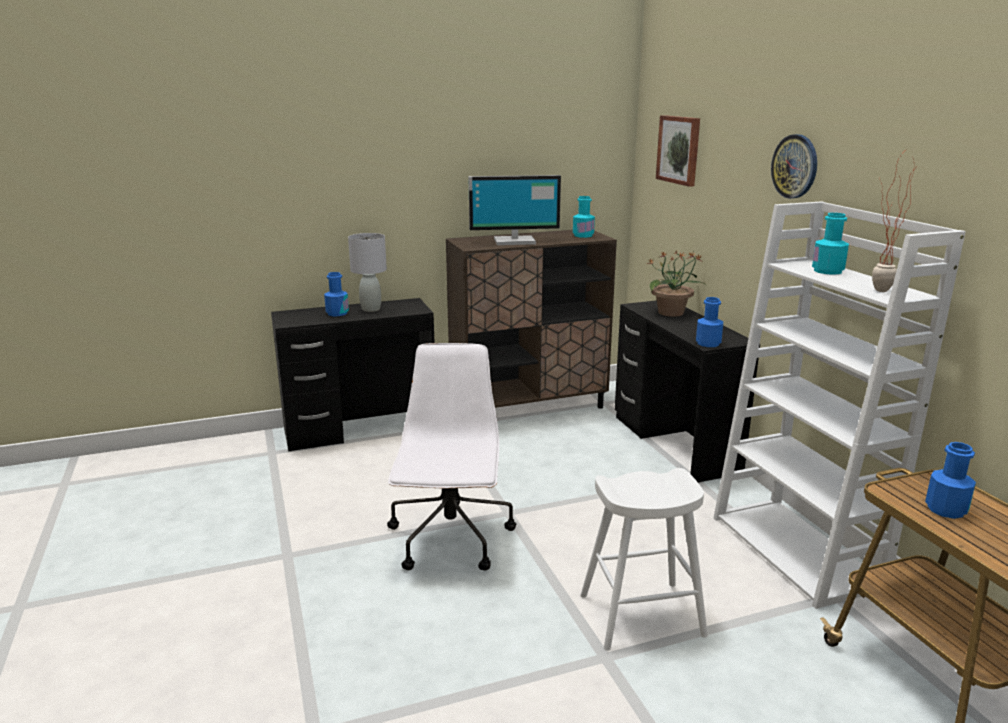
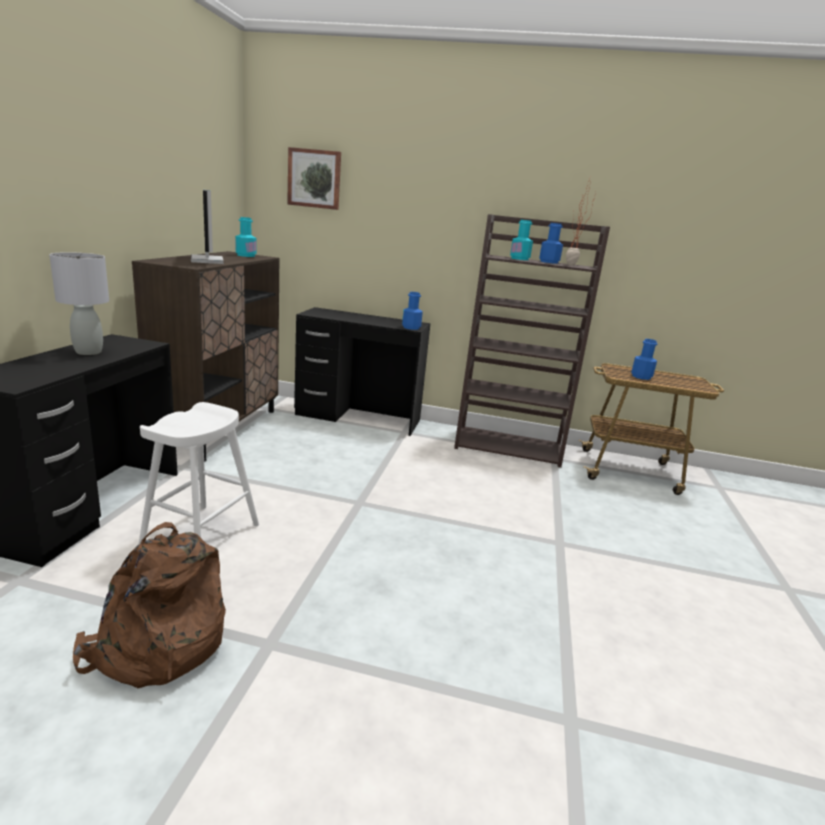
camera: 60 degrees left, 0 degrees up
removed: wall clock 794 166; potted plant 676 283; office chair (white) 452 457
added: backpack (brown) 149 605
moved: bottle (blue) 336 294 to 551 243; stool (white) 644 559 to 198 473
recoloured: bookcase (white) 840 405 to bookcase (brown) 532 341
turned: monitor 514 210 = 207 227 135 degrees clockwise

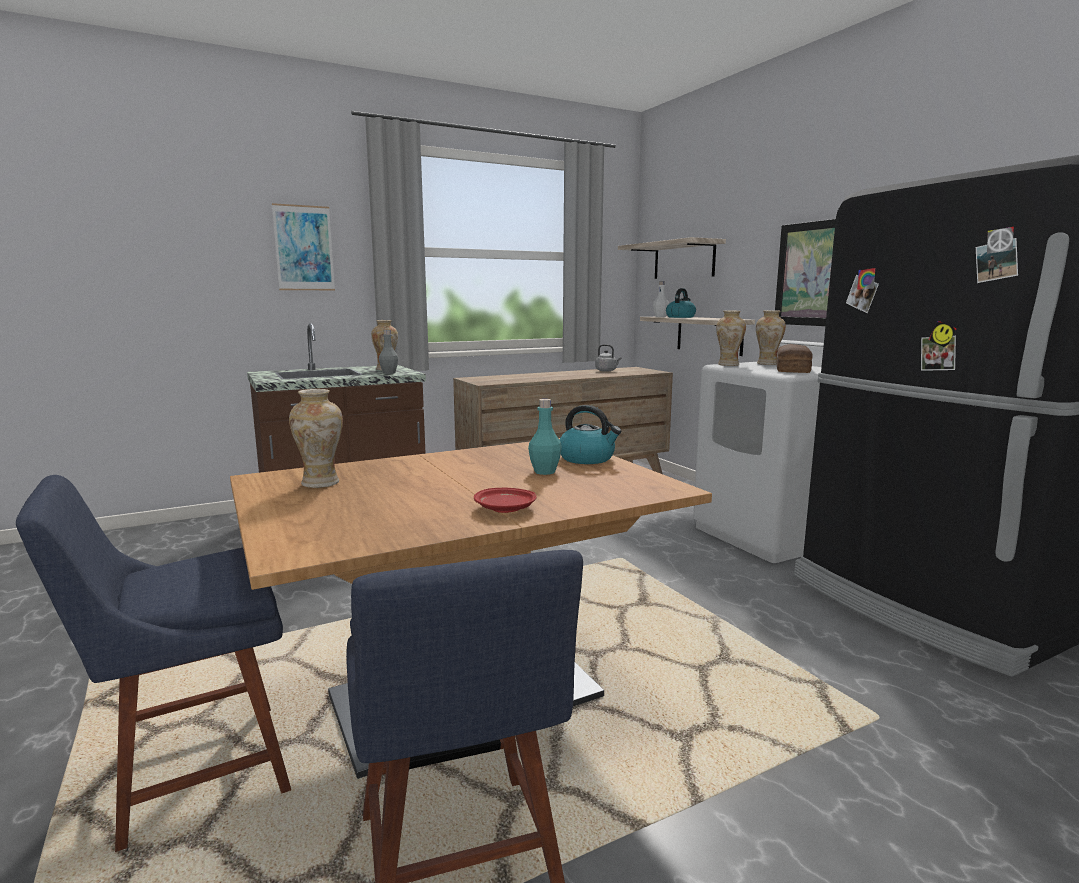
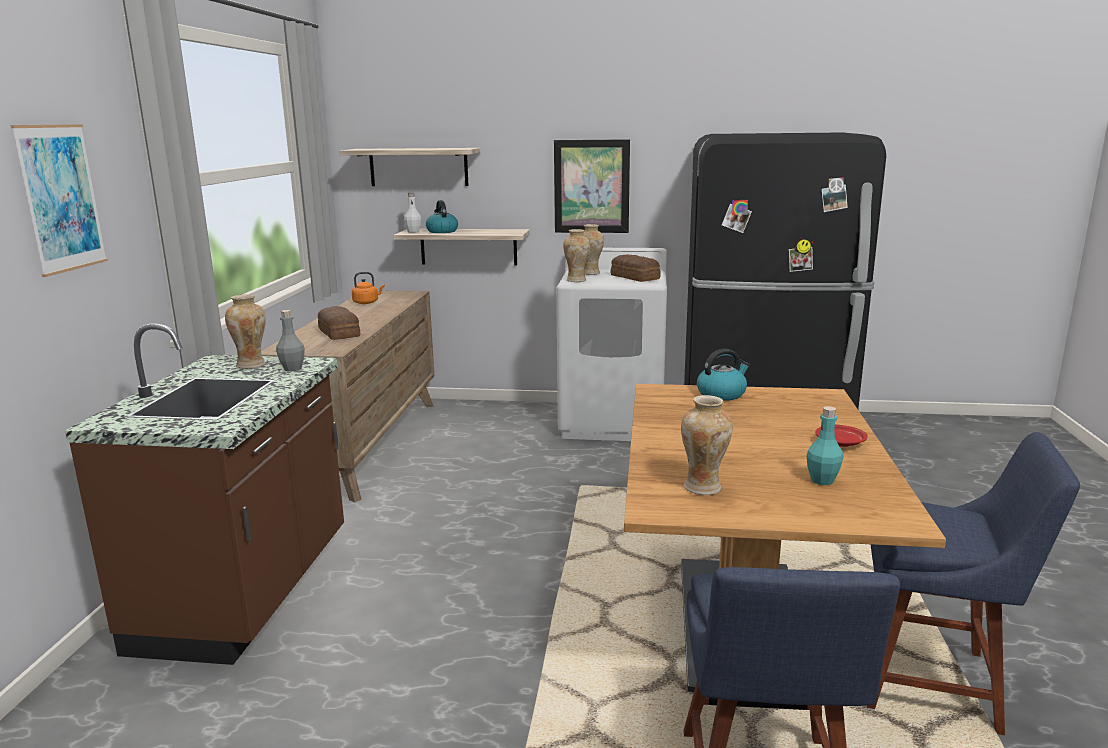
camera: 55 degrees left, 5 degrees up
added: bread 339 323
moved: bottle (turquoise) 545 437 to 824 445
recoloured: kettle (grey) 608 358 to kettle (orange) 368 288

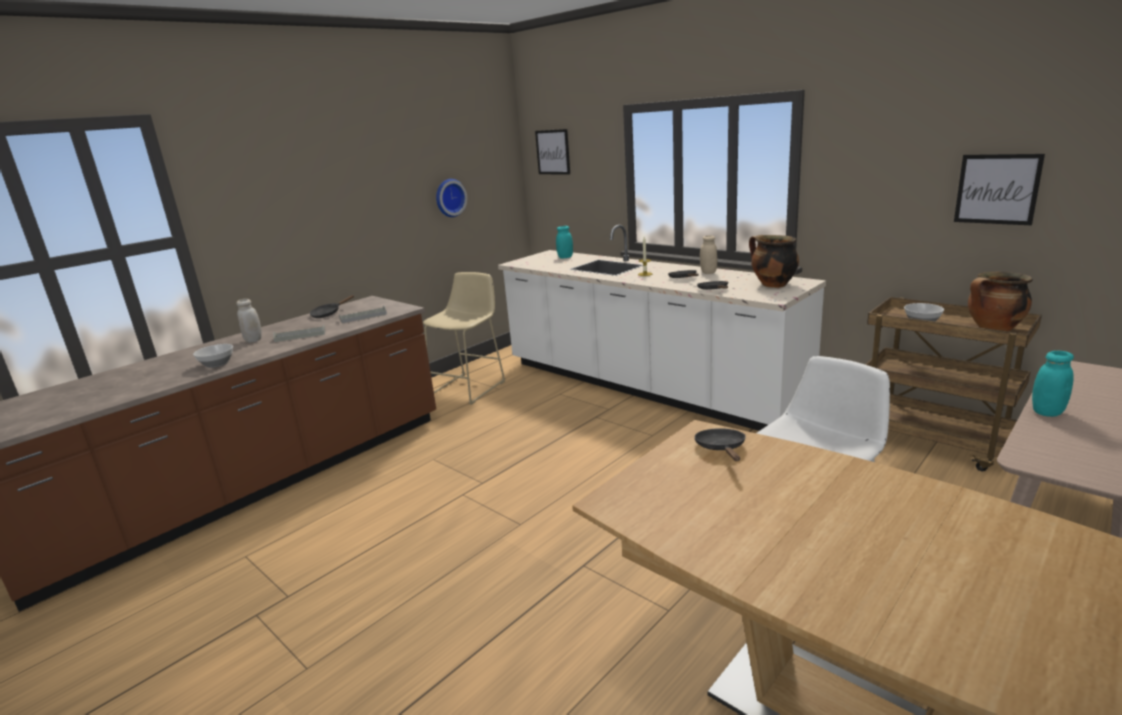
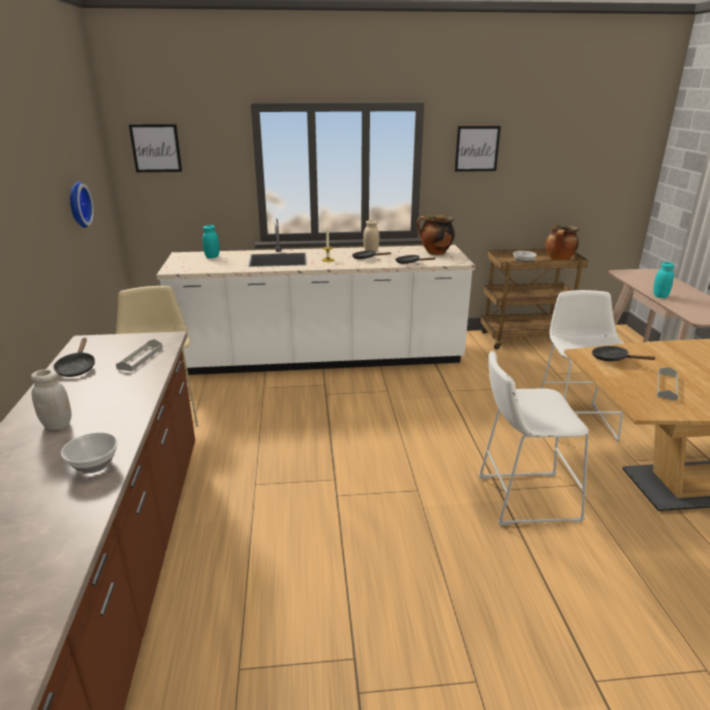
camera: 50 degrees left, 5 degrees up
added: stool (white) 534 438
moved: picture 999 189 to 478 149; tray (grey) 299 333 to 667 384

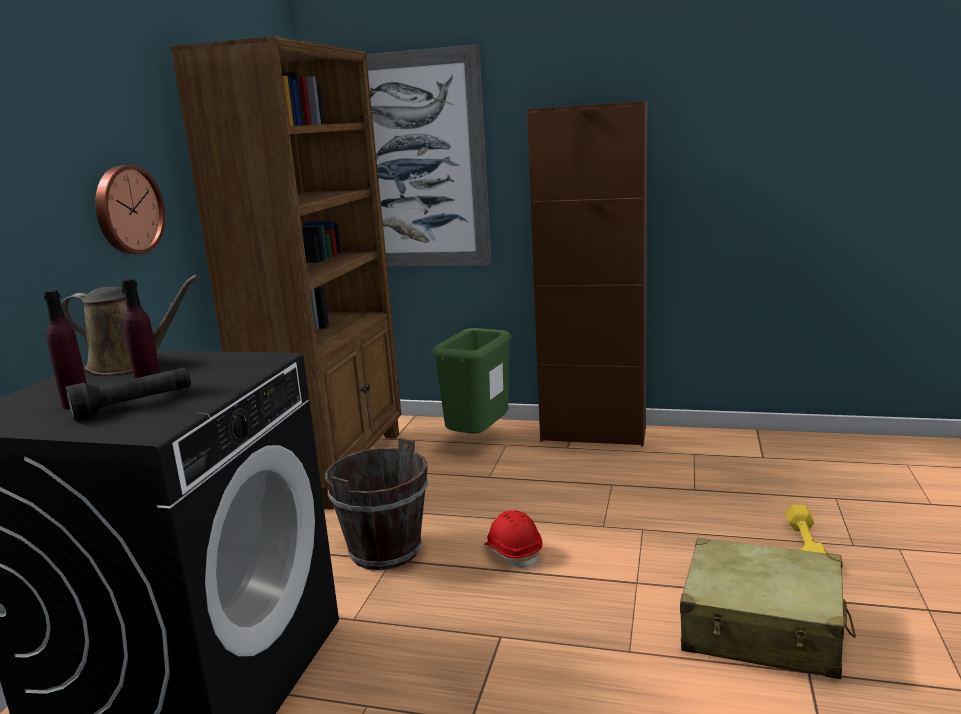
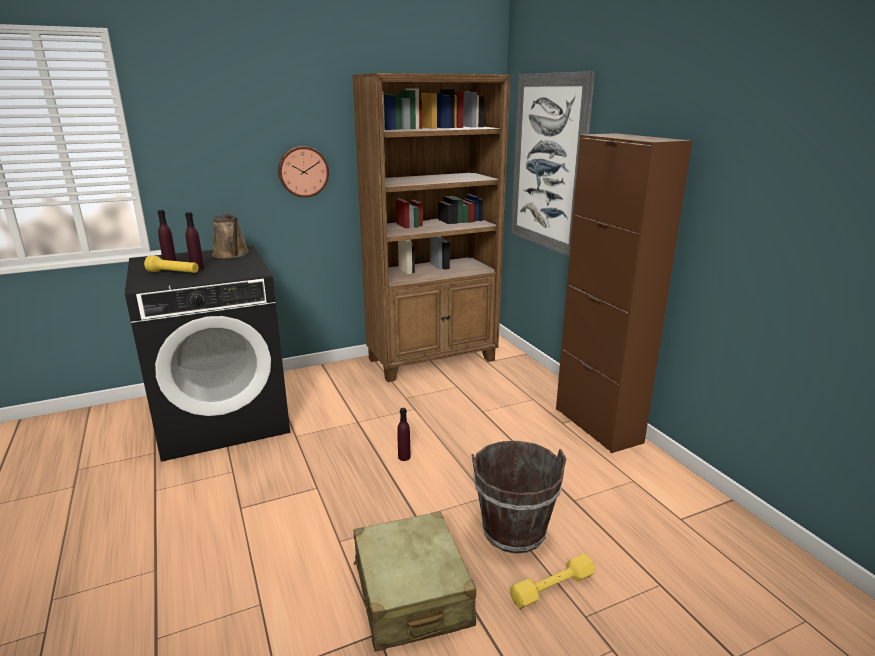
camera: 50 degrees right, 5 degrees up
removed: trash can (green) 472 381
moved: bucket (brown) 376 504 to 519 497
replaced: hard hat (red) 513 539 to bottle (purple) 404 434
recoloured: flashlight (black) 128 393 to flashlight (yellow) 171 264

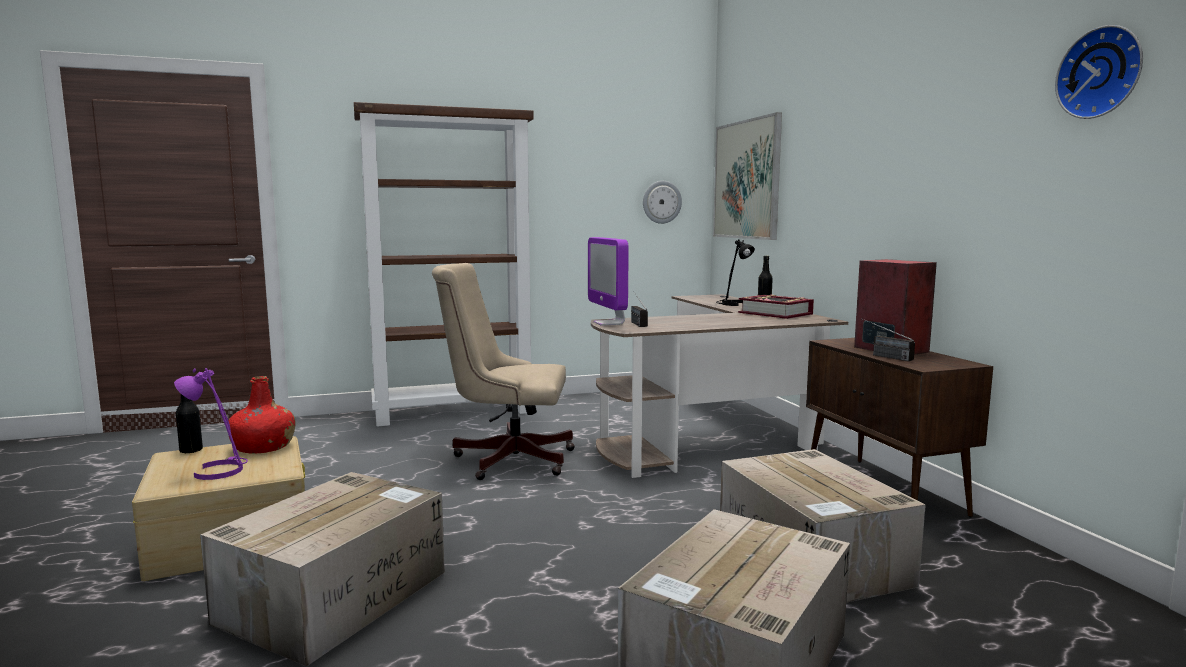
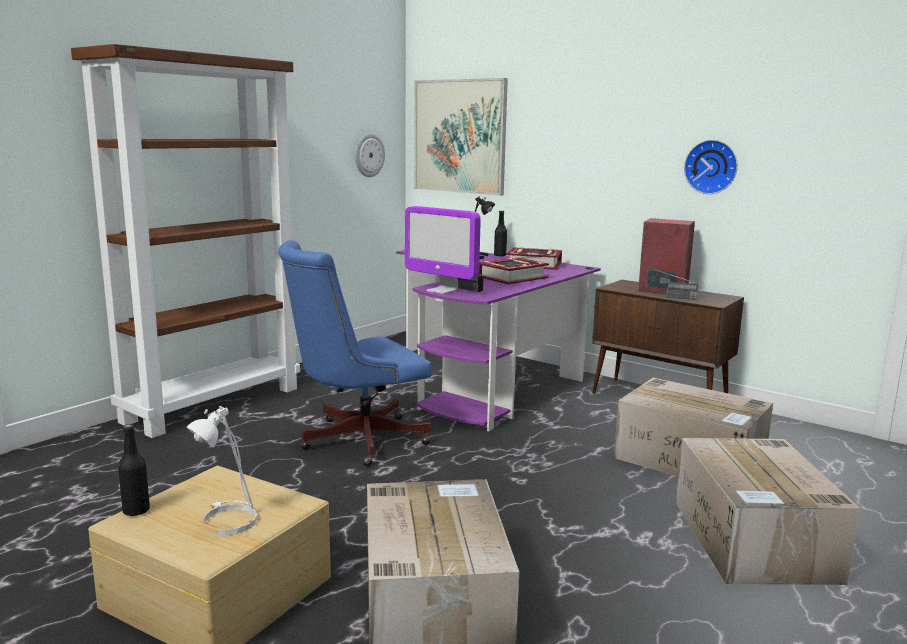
camera: 35 degrees left, 5 degrees up
removed: bottle (red) 262 415
added: book 514 271
moved: wall clock 1099 72 to 711 167
recoloured: office chair (beige) 503 371 to office chair (blue) 355 353; desk (brown) 719 386 to desk (purple) 498 340; table lamp (purple) 211 424 to table lamp (white) 221 470

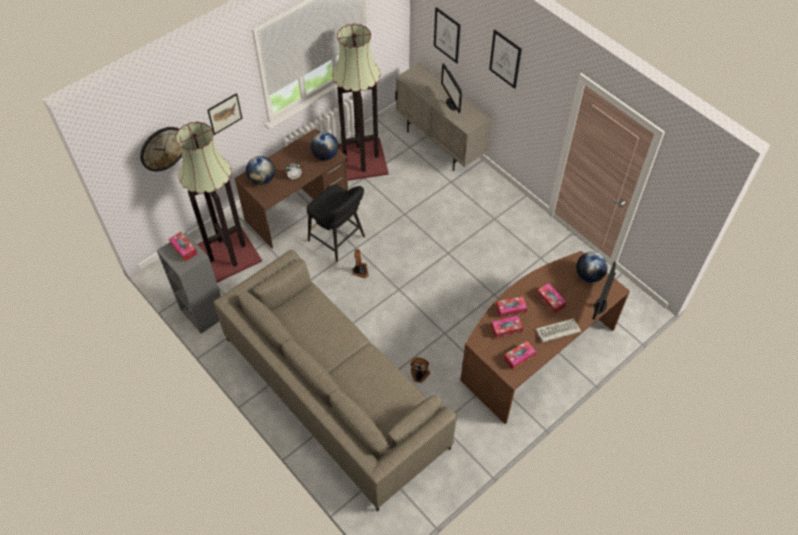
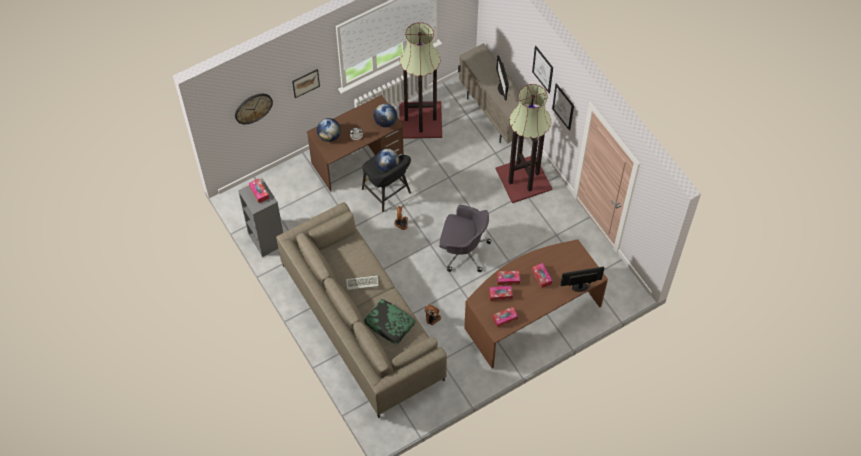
camera: 10 degrees right, 5 degrees up
added: office chair (grey) 465 238; pillow 390 322
moved: picture 447 35 to 563 107; floor lamp 219 202 to 524 143; globe 592 267 to 387 160; keyboard 558 330 to 362 283
turned: monitor 604 291 = 582 279 45 degrees clockwise

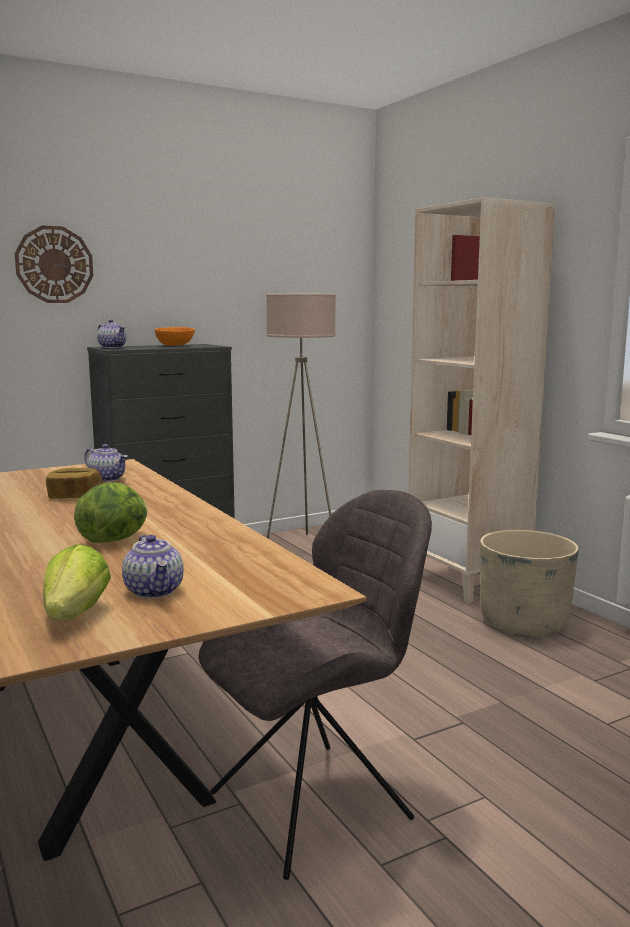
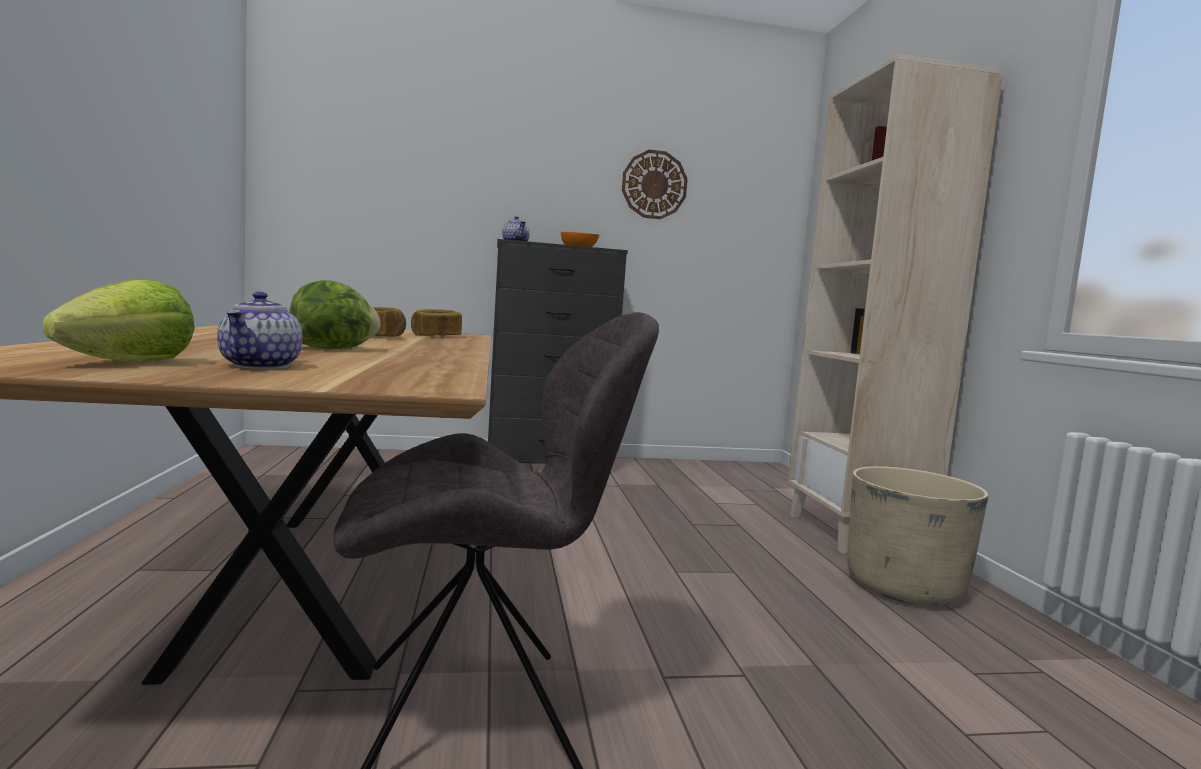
camera: 20 degrees right, 5 degrees down
removed: floor lamp (beige) 301 416
moved: wall clock 54 264 to 655 184
replaced: teapot 106 463 to bread 436 322

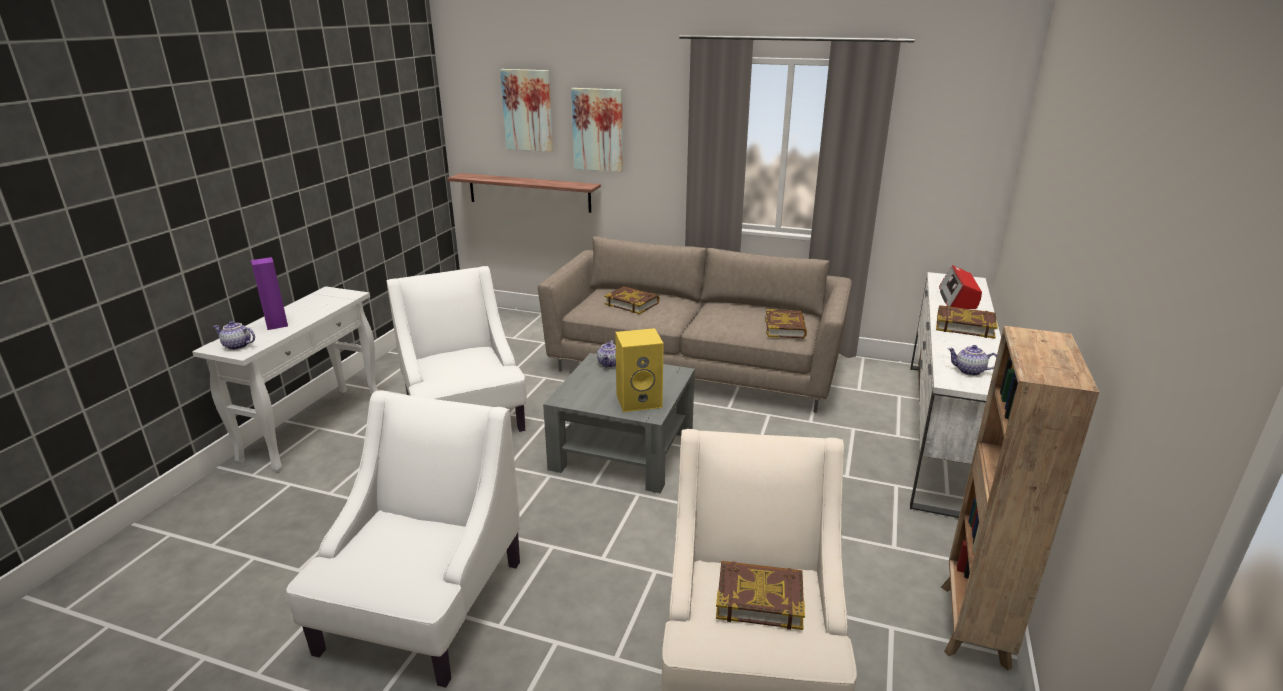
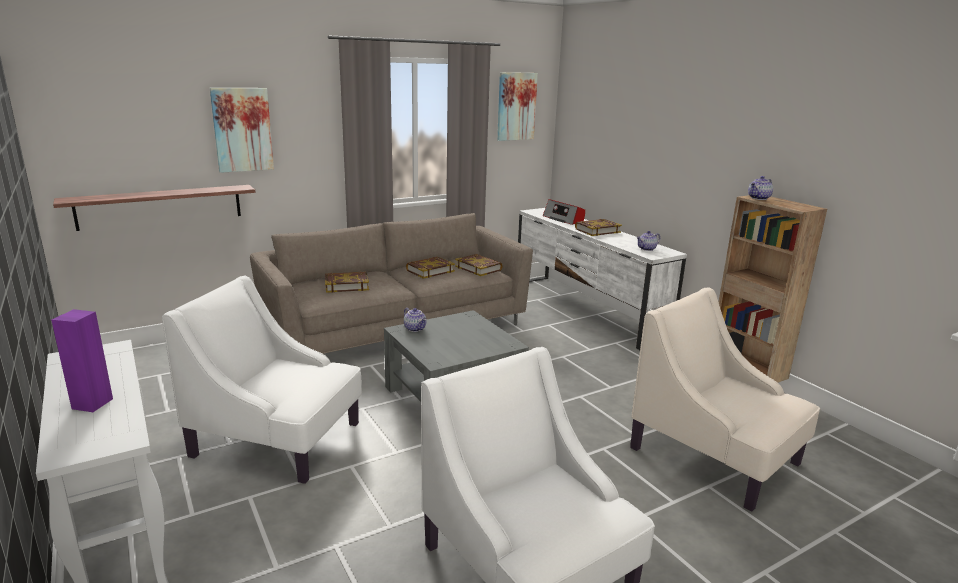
camera: 50 degrees left, 5 degrees down
removed: speaker (yellow) 639 370
moved: picture 526 110 to 517 106; teapot 234 335 to 760 188; book 760 595 to 430 268

